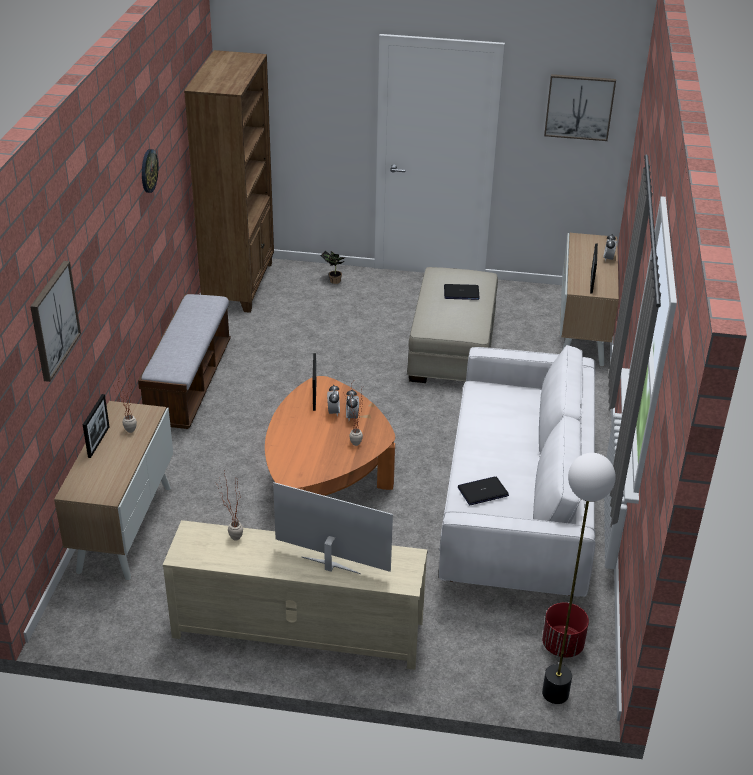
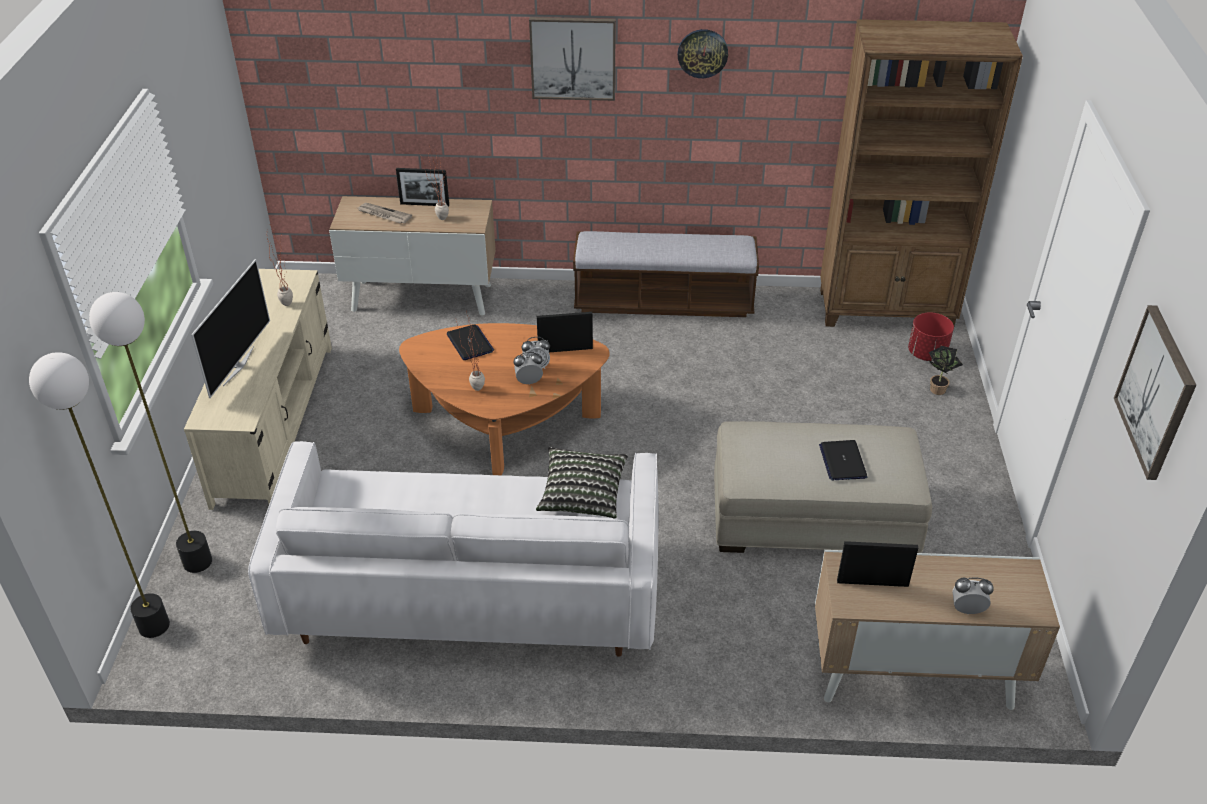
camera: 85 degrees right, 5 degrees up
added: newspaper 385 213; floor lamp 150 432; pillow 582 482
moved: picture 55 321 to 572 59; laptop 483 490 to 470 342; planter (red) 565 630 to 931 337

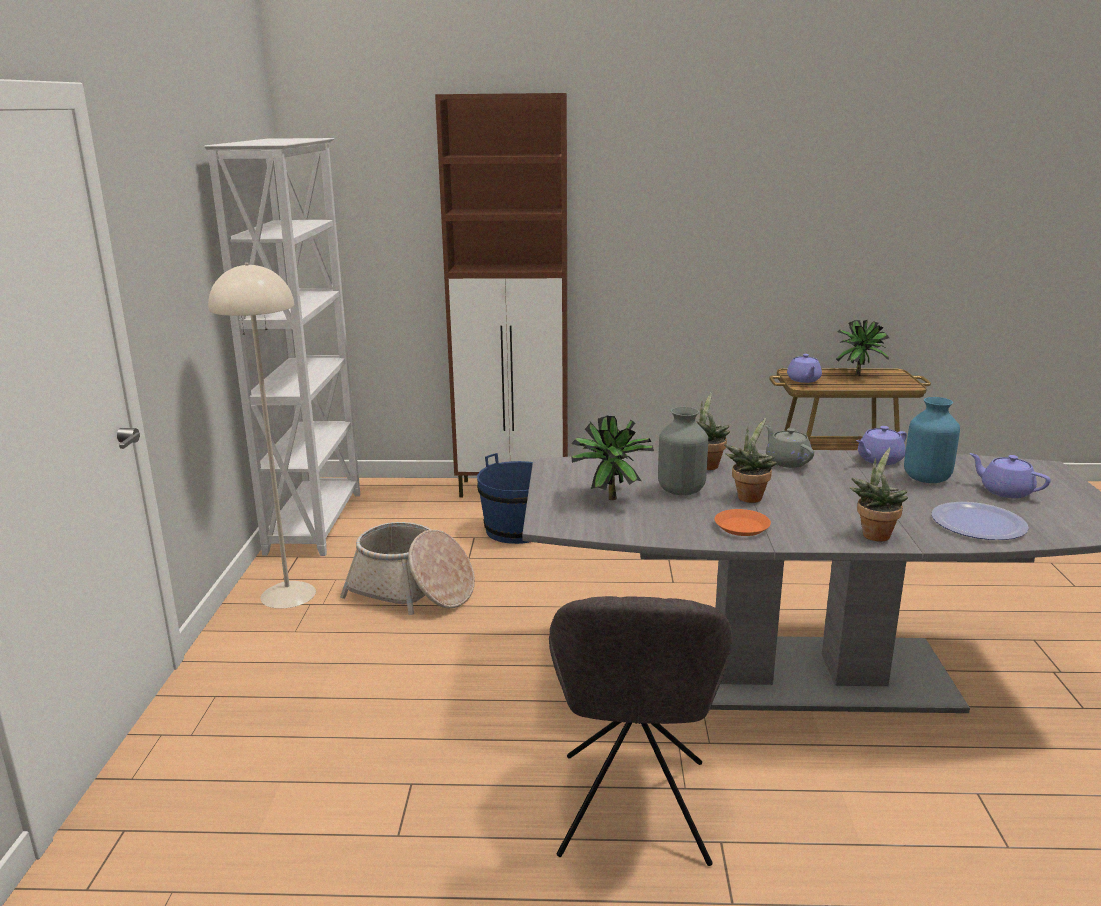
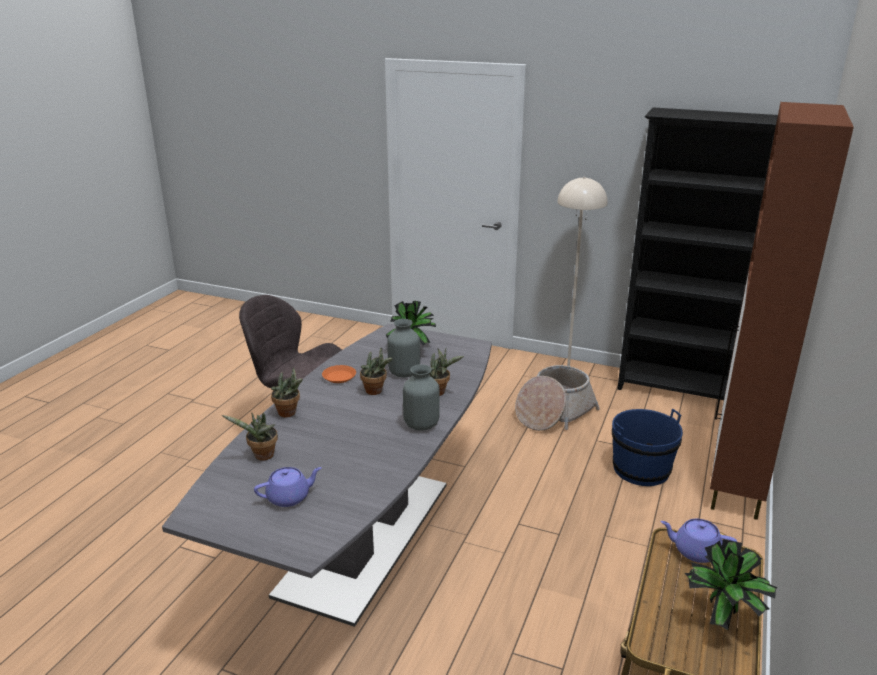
camera: 110 degrees right, 5 degrees up
removed: vase (blue) 932 440; teapot (purple) 881 445
replaced: teapot (grey) 789 446 to vase (grey) 421 397; plate 980 521 to potted plant 250 437
recoloured: bookcase (white) 282 347 to bookcase (black) 697 253

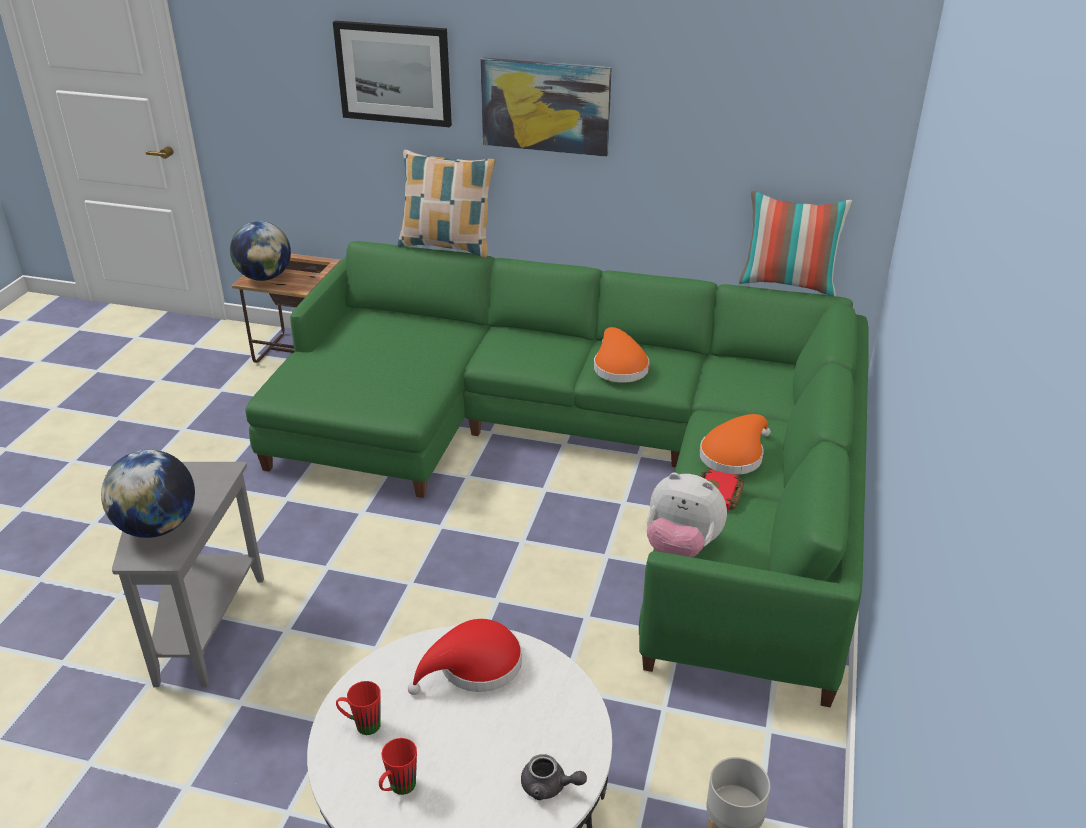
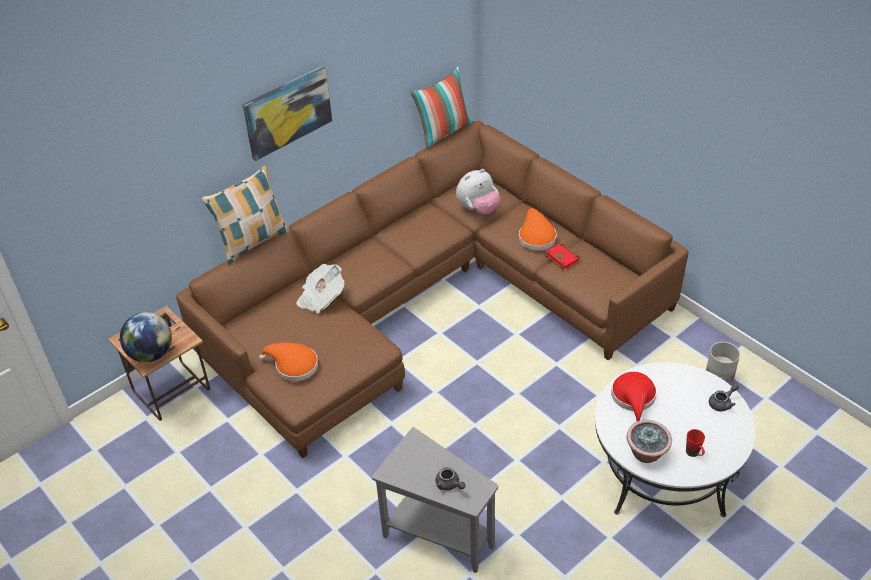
camera: 55 degrees left, 10 degrees up
removed: picture 392 74
added: newspaper 320 288
moved: hat (orange) 621 355 to 288 362; plush toy 687 514 to 478 192
replaced: globe 148 494 to teapot (grey) 451 478; mug (red) 358 708 to potted plant 649 441
recoloured: sofa (green) 557 474 to sofa (brown) 432 289

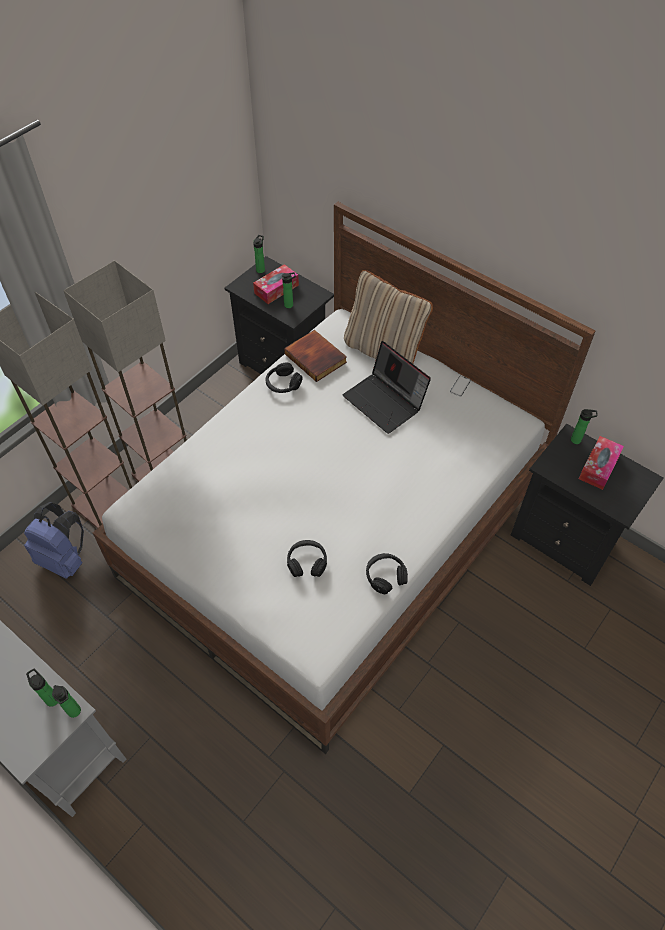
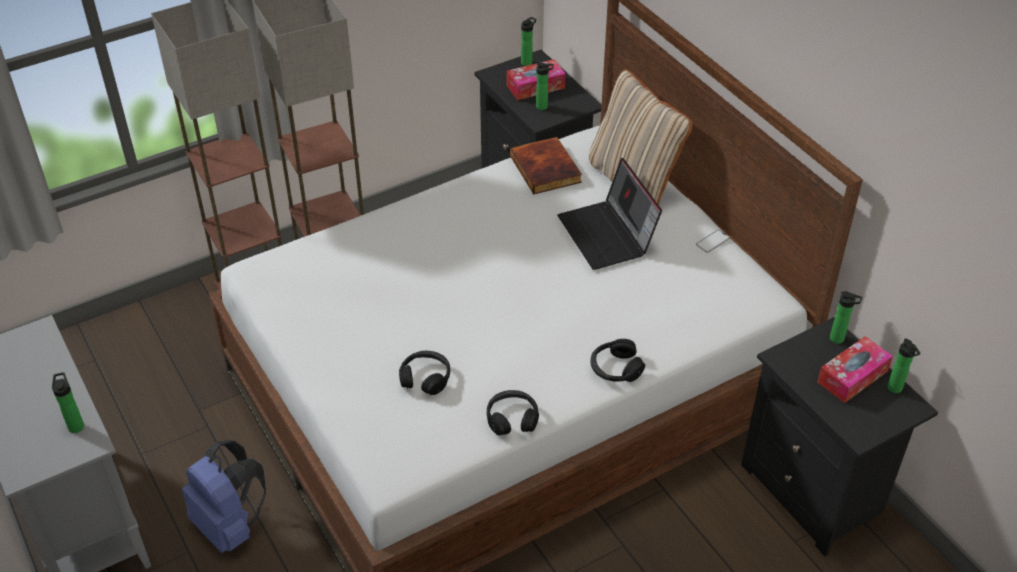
camera: 20 degrees right, 10 degrees down
moved: headphones (black) 284 378 to 617 360; backpack (blue) 54 541 to 224 496; bottle 66 701 to 904 365

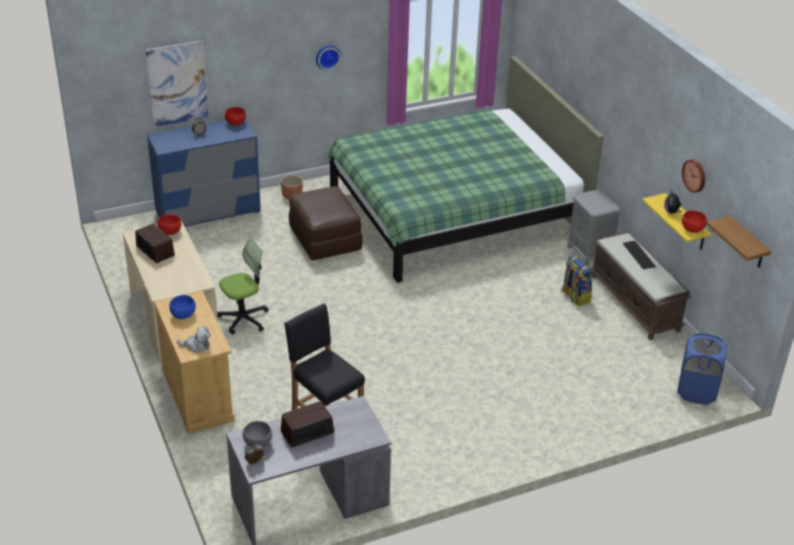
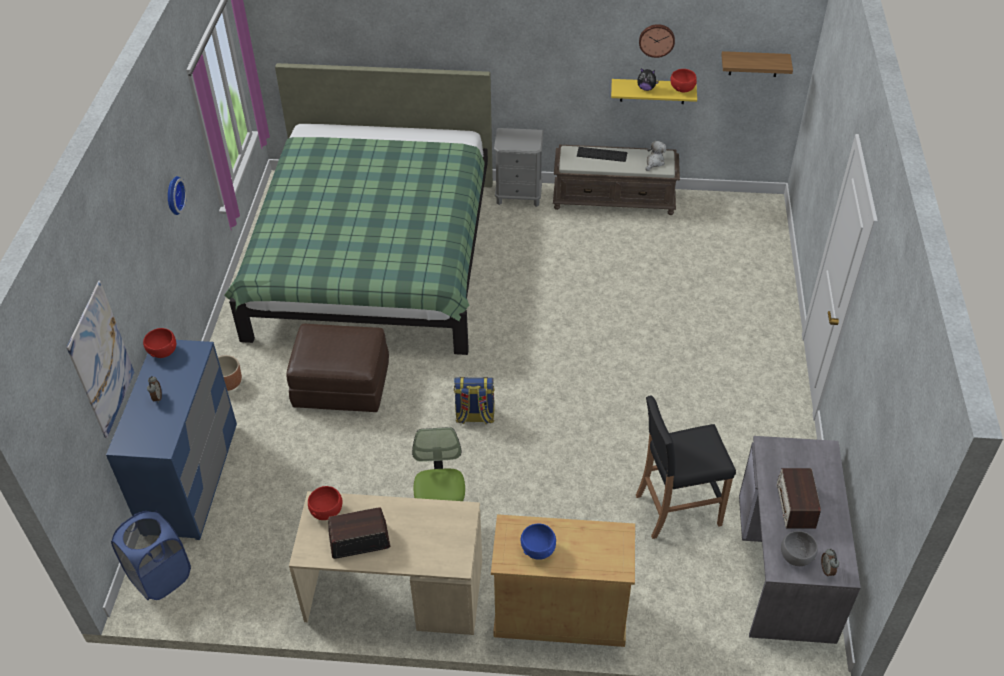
camera: 60 degrees left, 10 degrees up
moved: backpack 577 280 to 474 400; plush toy 193 339 to 655 156; laundry basket (blue) 702 369 to 151 555

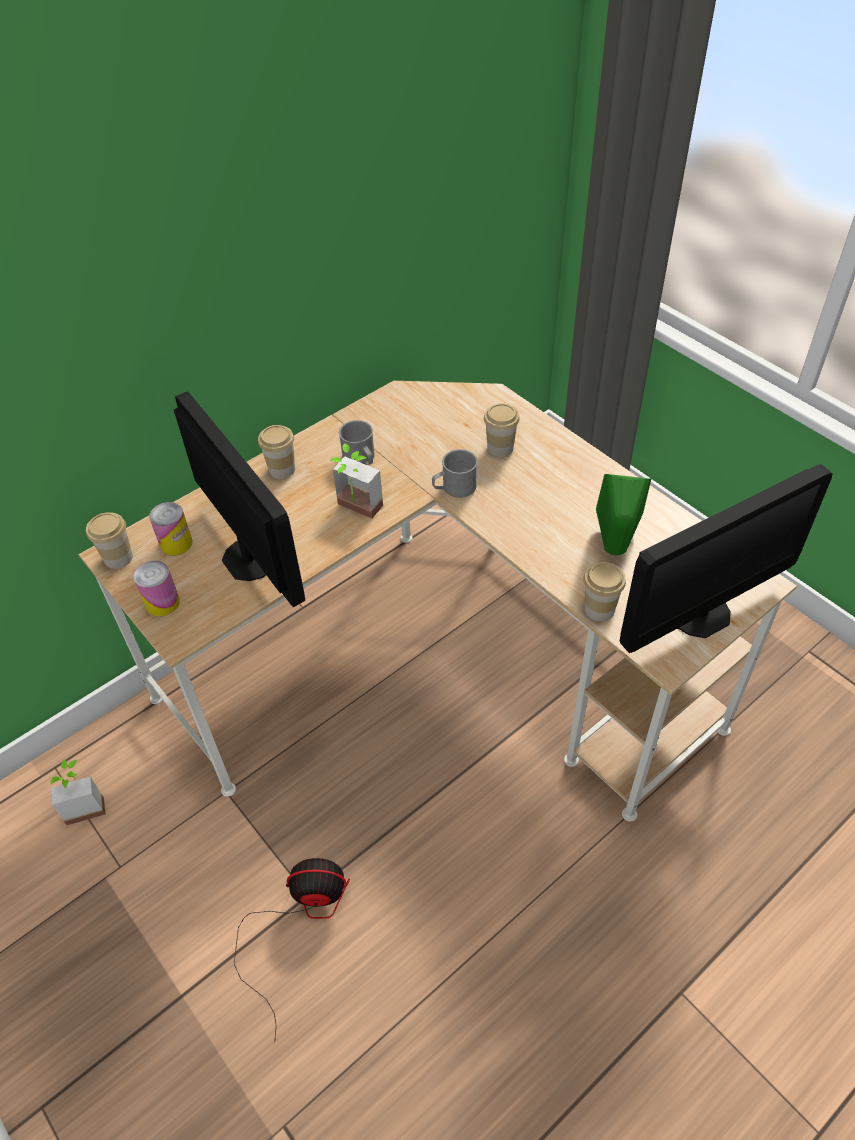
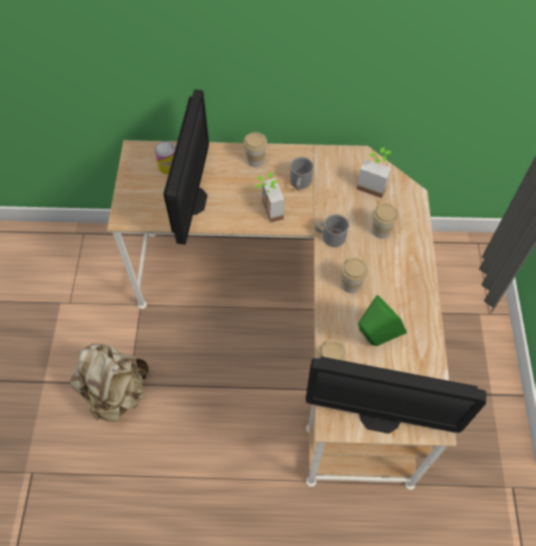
camera: 40 degrees right, 10 degrees up
removed: can 157 588
moved: cup 109 540 to 354 275; potted plant 78 792 to 374 172
replaced: fan 292 950 to backpack (beige) 109 382

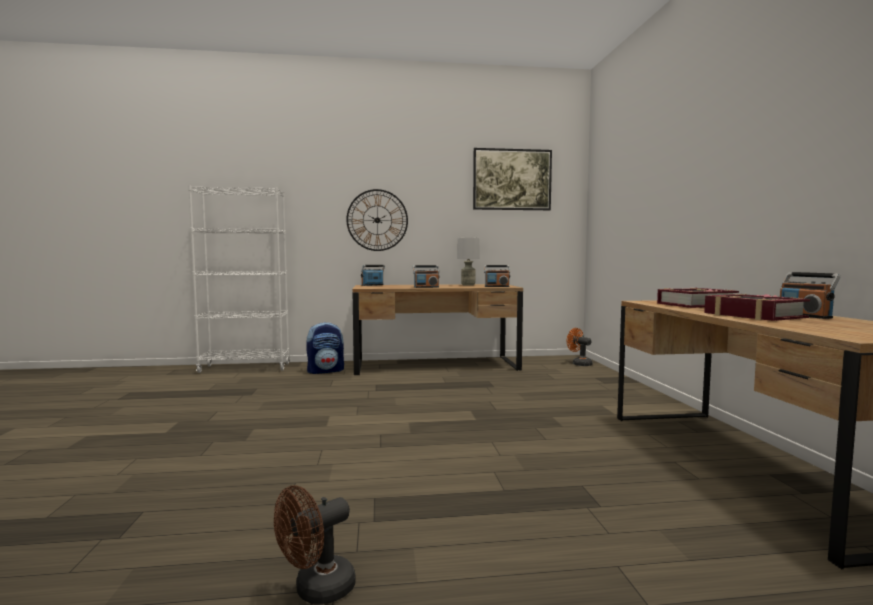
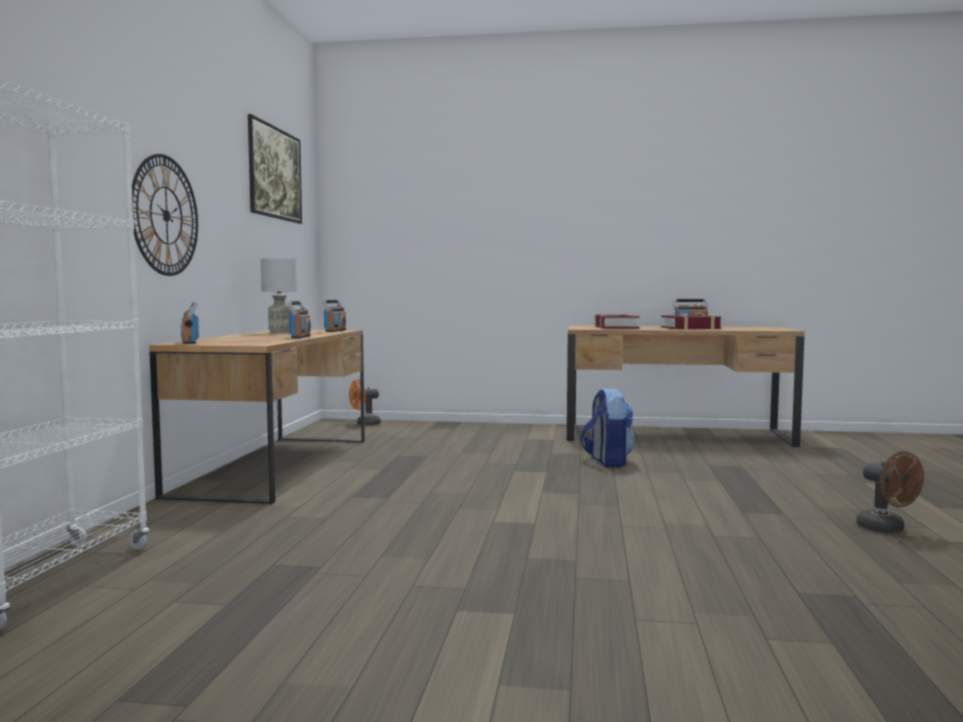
camera: 75 degrees left, 0 degrees up
moved: backpack 325 348 to 607 427

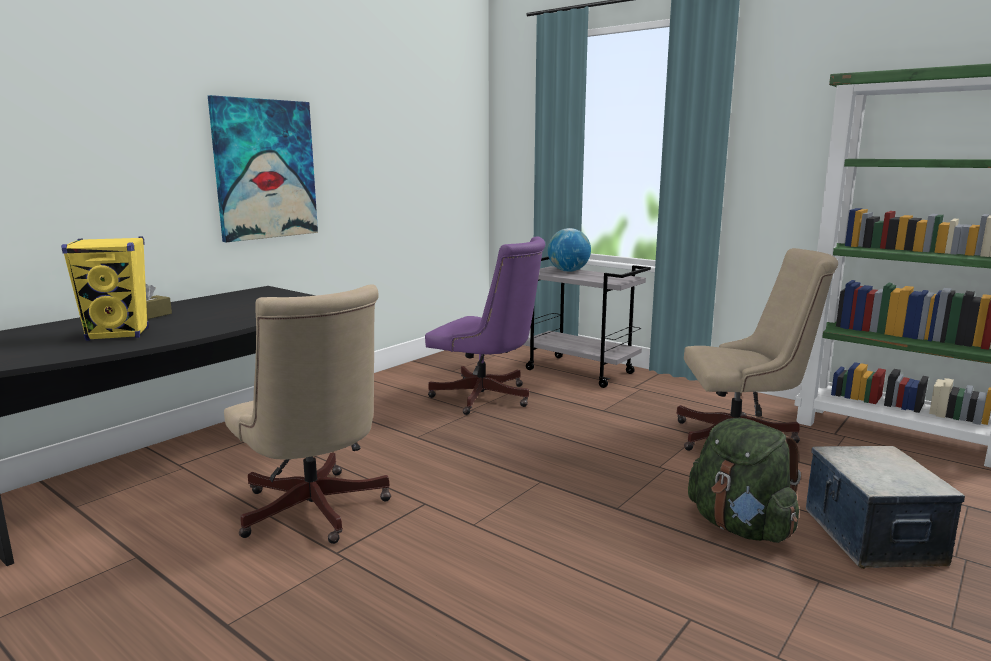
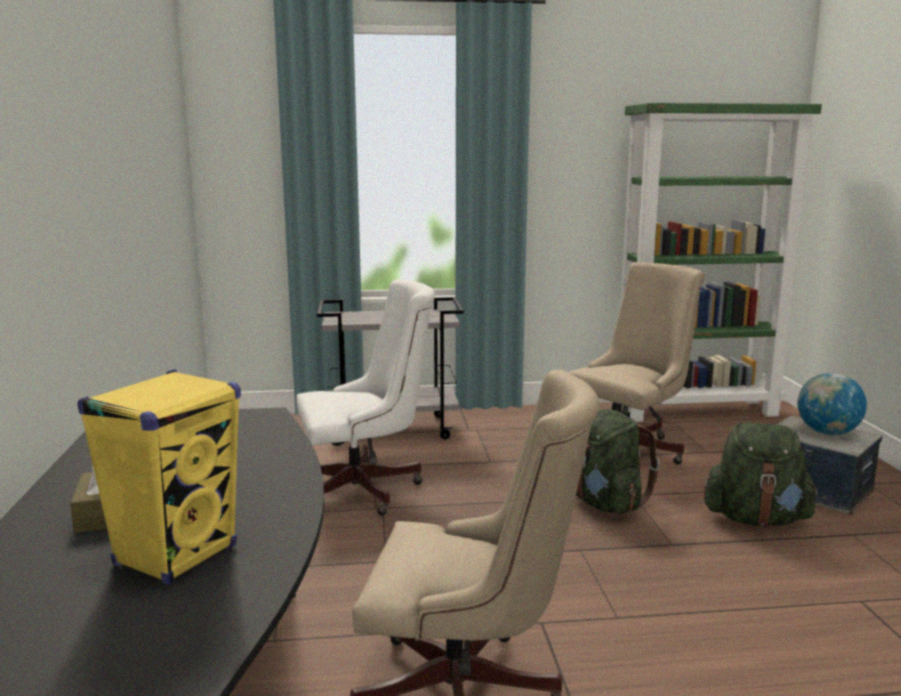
camera: 45 degrees left, 0 degrees up
removed: picture 263 168
added: backpack (green) 618 461
moved: globe 569 250 to 832 404
recoloured: office chair (purple) 485 325 to office chair (white) 366 397

